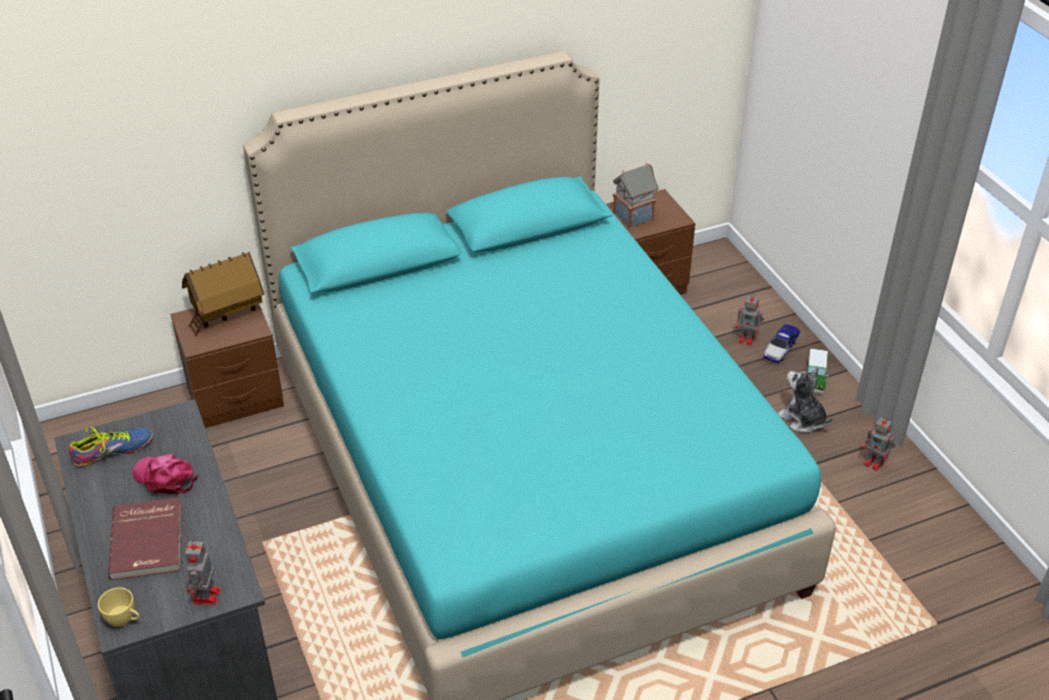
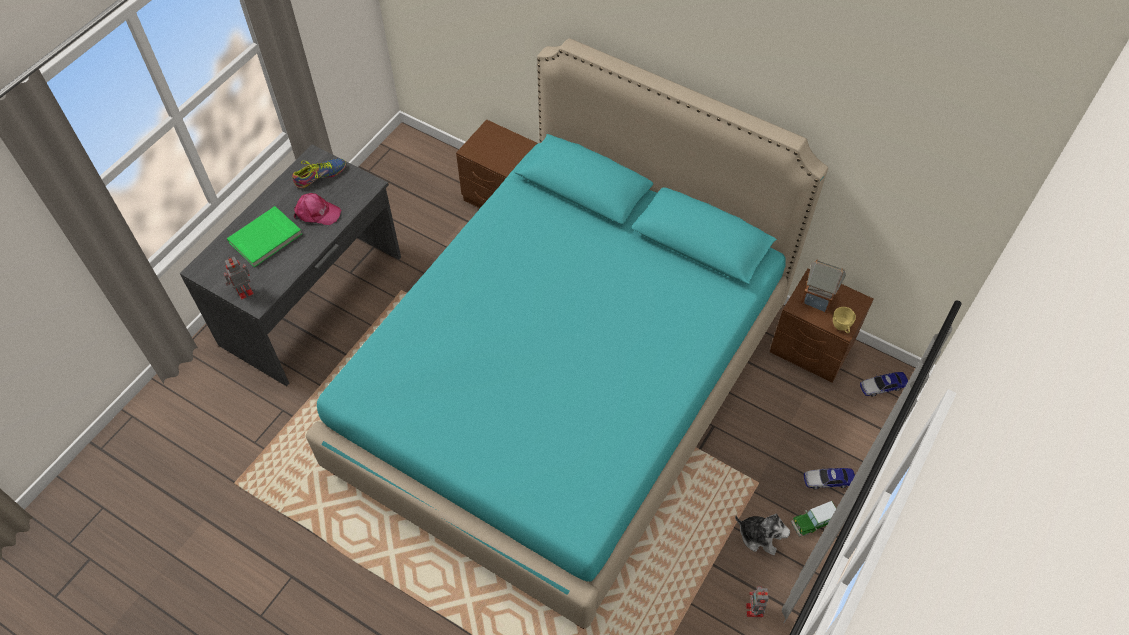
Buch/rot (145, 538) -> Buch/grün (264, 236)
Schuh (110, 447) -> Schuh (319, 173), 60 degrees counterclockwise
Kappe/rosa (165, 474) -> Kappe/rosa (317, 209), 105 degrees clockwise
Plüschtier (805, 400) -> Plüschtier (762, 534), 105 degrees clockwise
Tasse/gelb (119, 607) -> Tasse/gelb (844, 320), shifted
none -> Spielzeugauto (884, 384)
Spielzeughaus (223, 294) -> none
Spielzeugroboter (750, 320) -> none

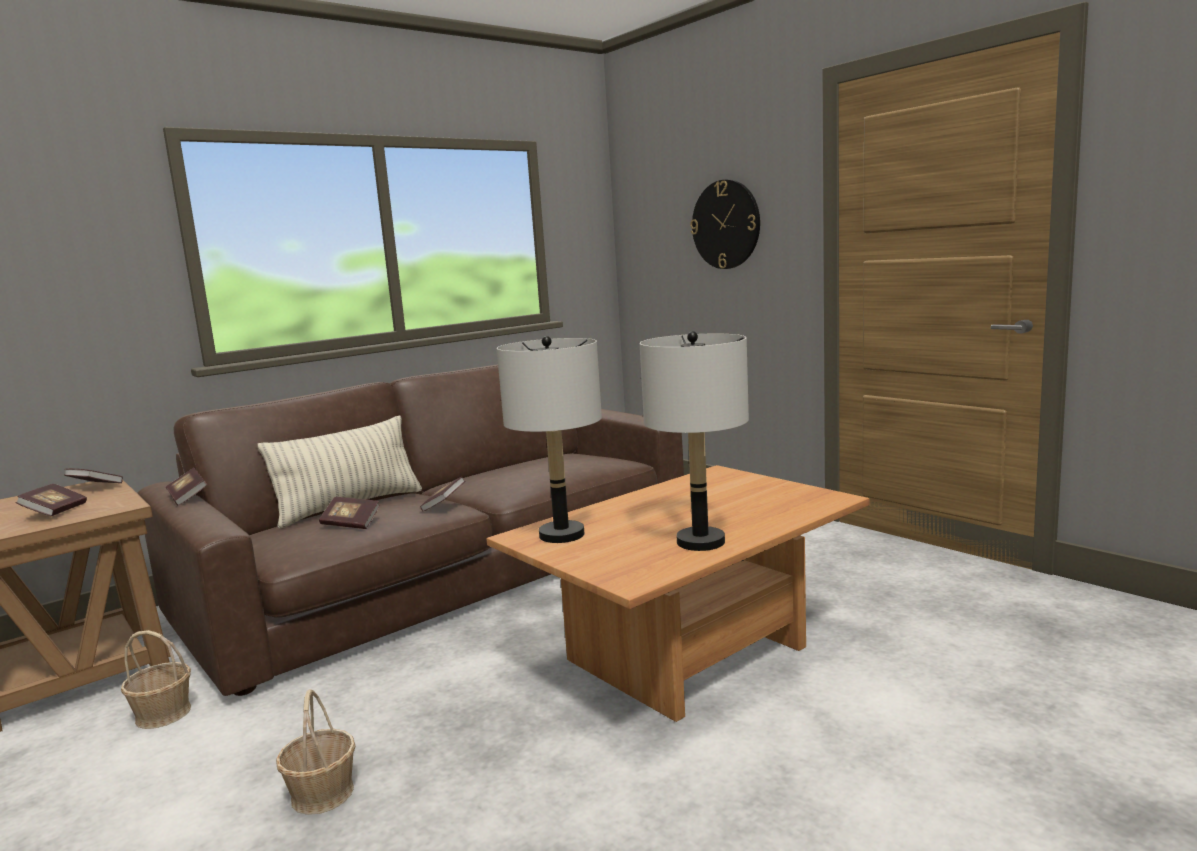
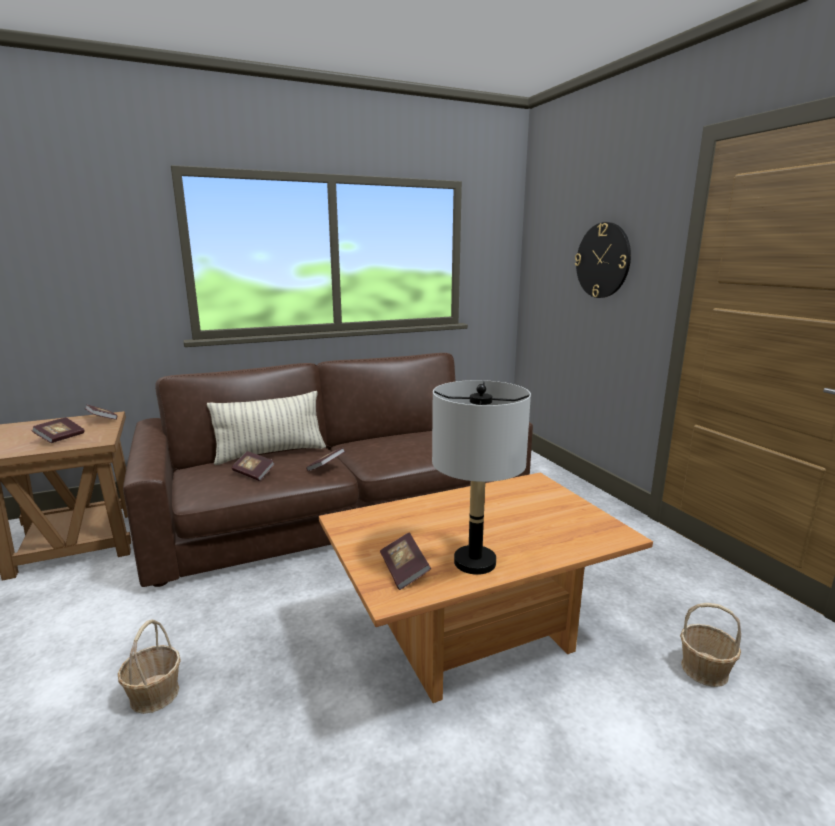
Buch (186, 487) -> Buch (405, 561), shifted
Korb (156, 679) -> Korb (710, 645), shifted
Tischlampe/grau (549, 439) -> none

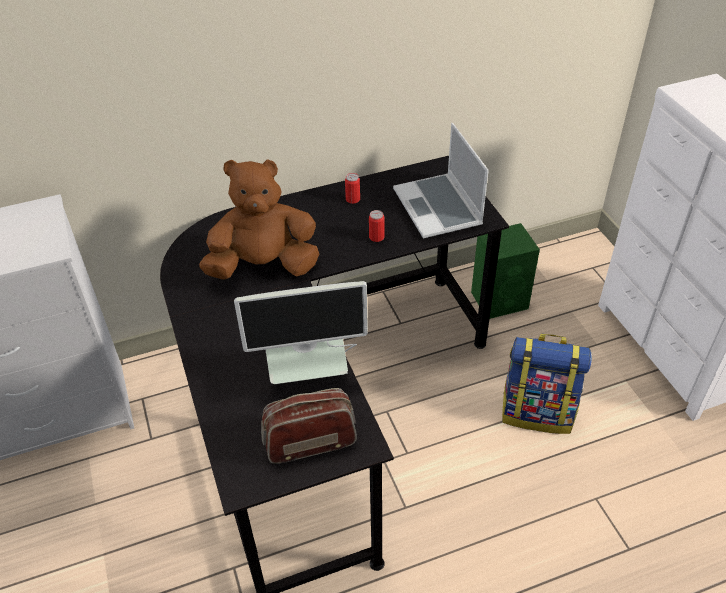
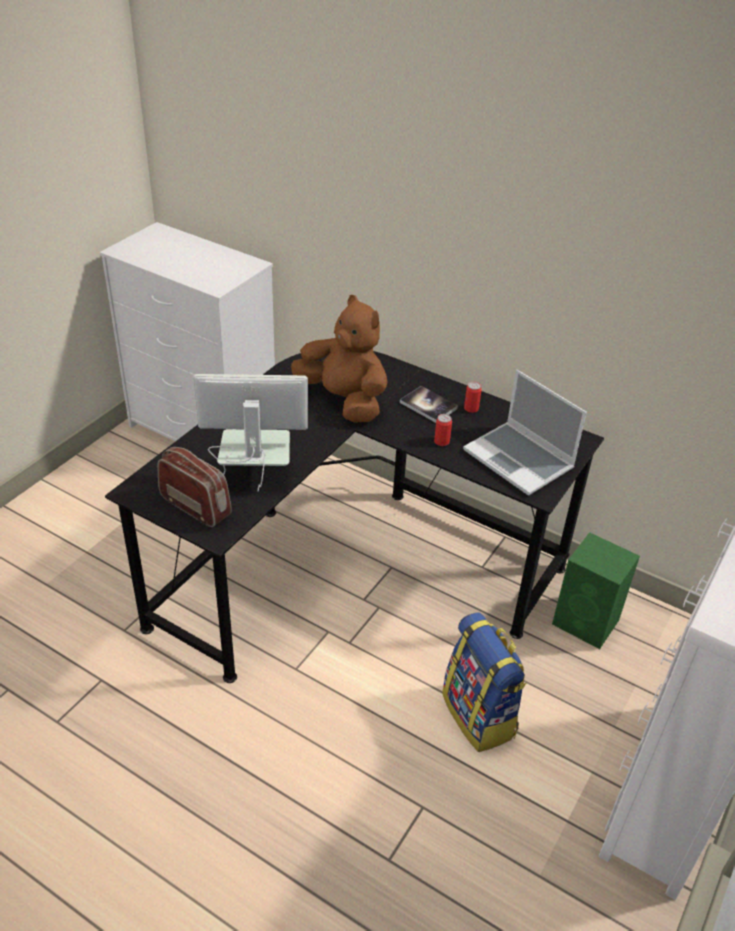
Monitor (301, 332) -> Monitor (250, 432), 135 degrees clockwise
none -> Buch (429, 404)
Laptop (441, 181) -> Laptop (525, 433), 75 degrees counterclockwise

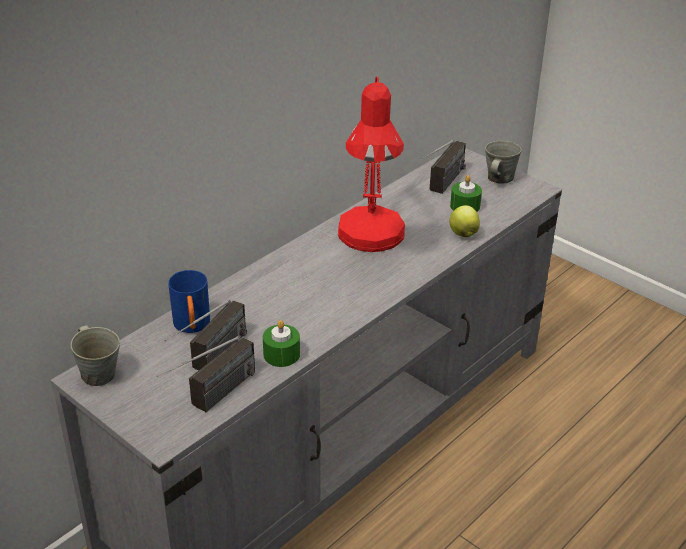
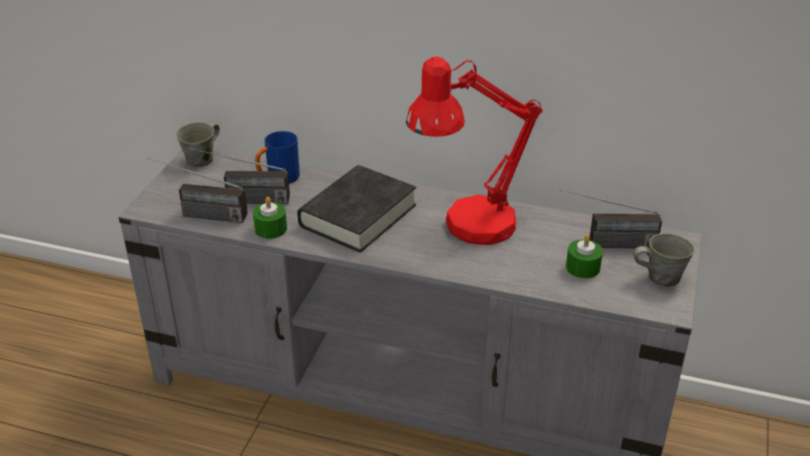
none -> Buch/schwarz (356, 209)
Apfel (464, 221) -> none

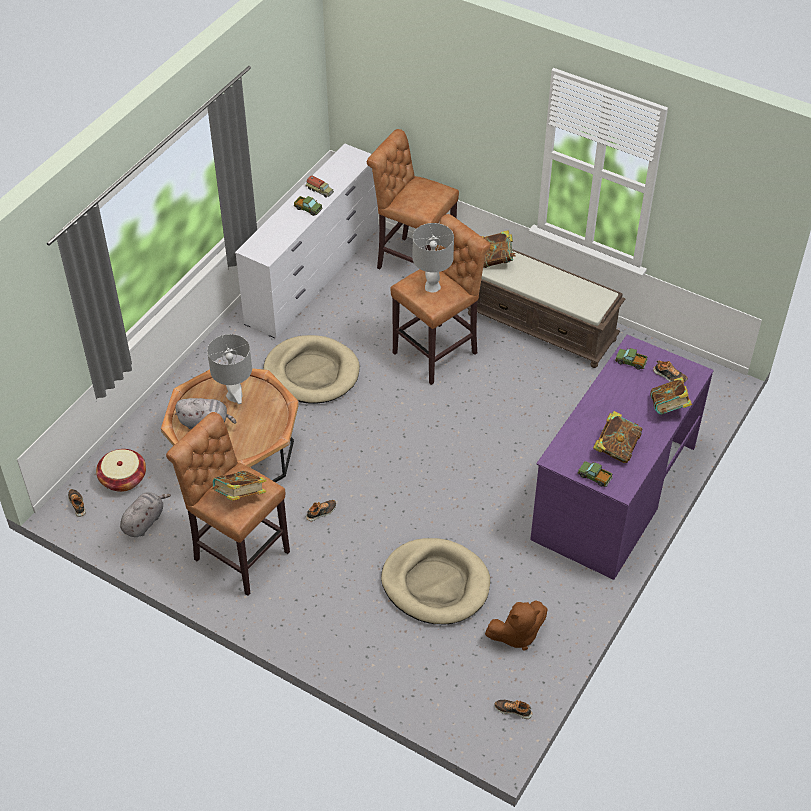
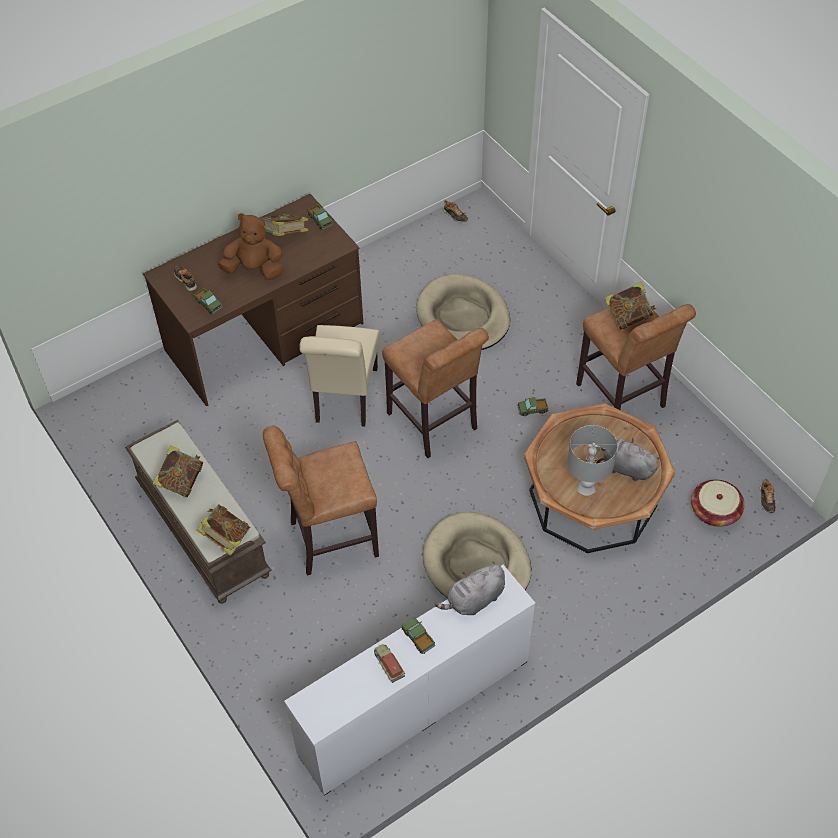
Schreibtisch/lila (622, 457) -> Schreibtisch/braun (253, 300)
Buch (671, 396) -> Buch (177, 471), shifted
Plüschtier/braun (516, 626) -> Plüschtier/braun (251, 246), shifted
none -> Stuhl/beige (339, 376)
Hocker/braun (413, 199) -> Hocker/braun (435, 388), shifted
Plüschtier/grau (145, 514) -> Plüschtier/grau (470, 588), shifted
Schuh (320, 510) -> Spielzeuglaster (533, 406)
Tischlampe/grau (433, 258) -> none

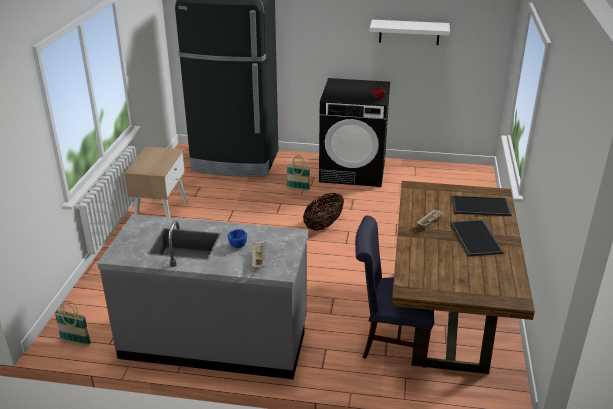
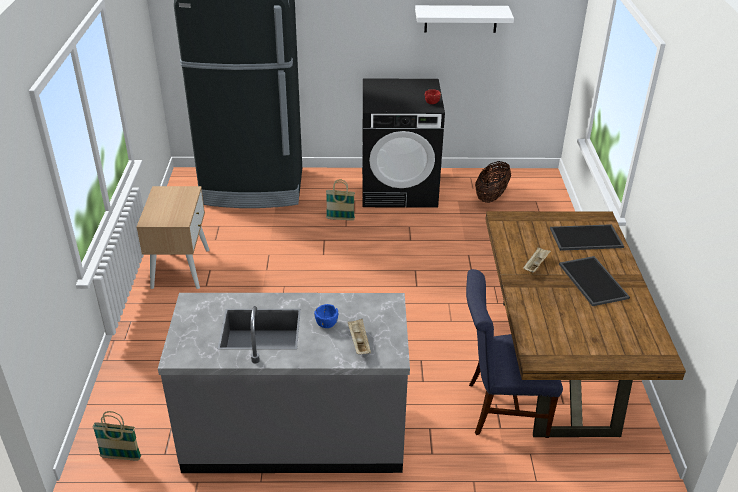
Korb (323, 212) -> Korb (493, 182), shifted

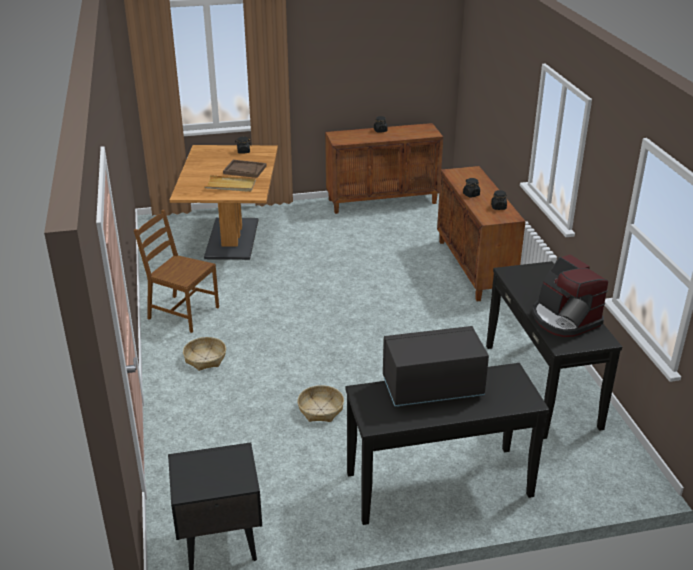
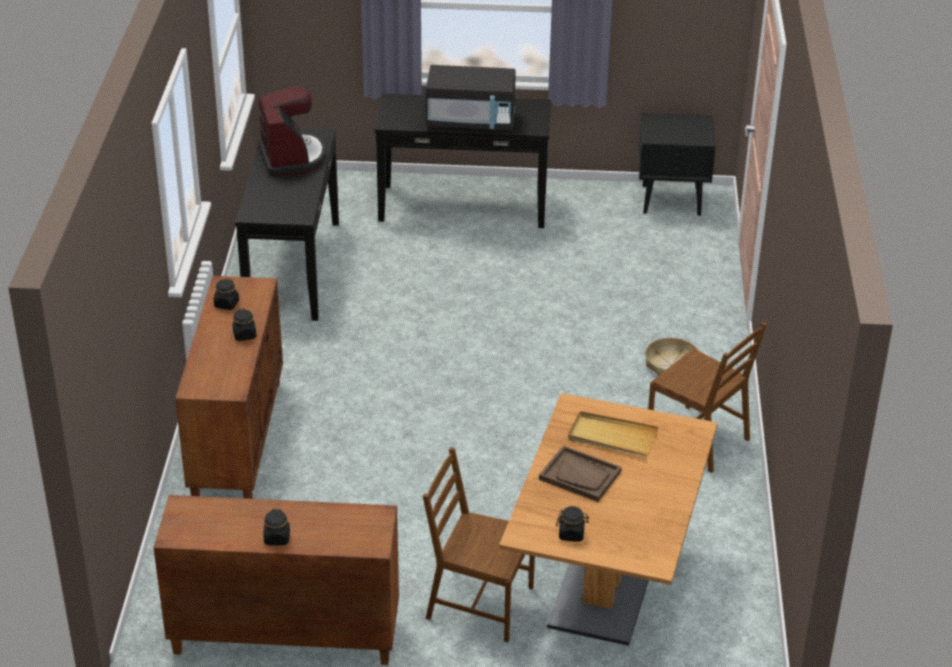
none -> Stuhl/braun (479, 544)
Korb (321, 403) -> none

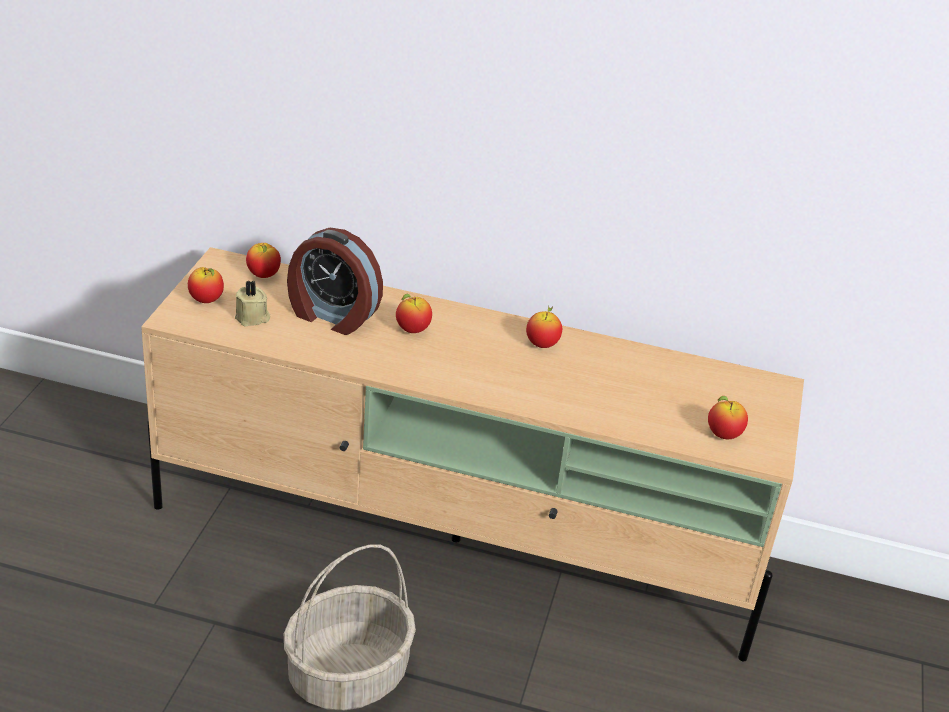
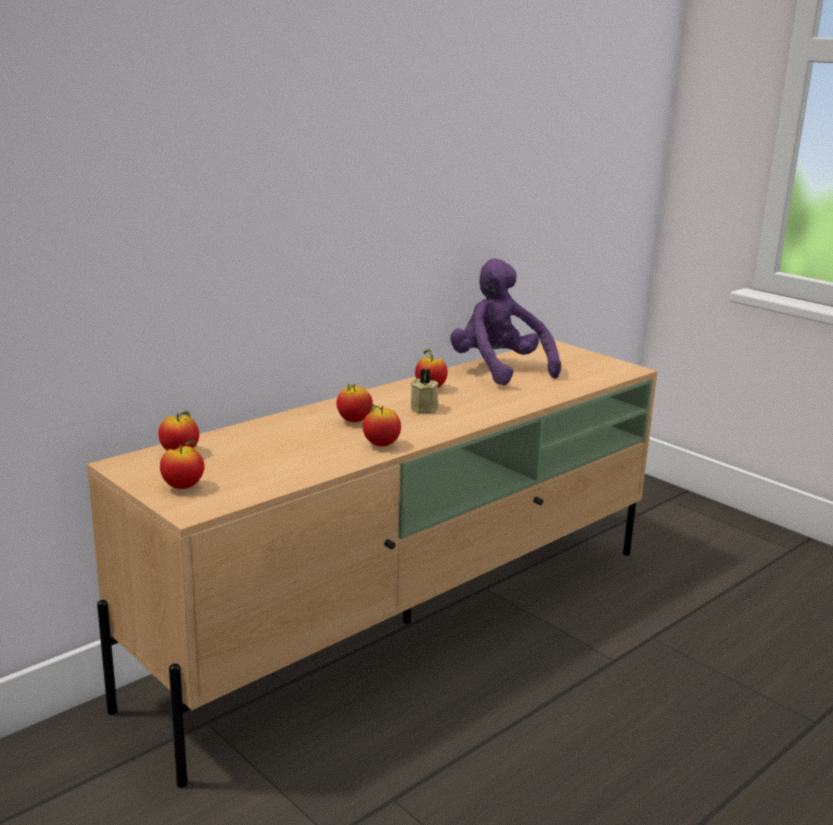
Apfel (728, 417) -> Apfel (382, 425), shifted
Kerze/beige (252, 303) -> Kerze/beige (424, 391), shifted
none -> Plüschtier/lila (505, 322)
Korb (350, 627) -> none
Wecker (335, 281) -> none

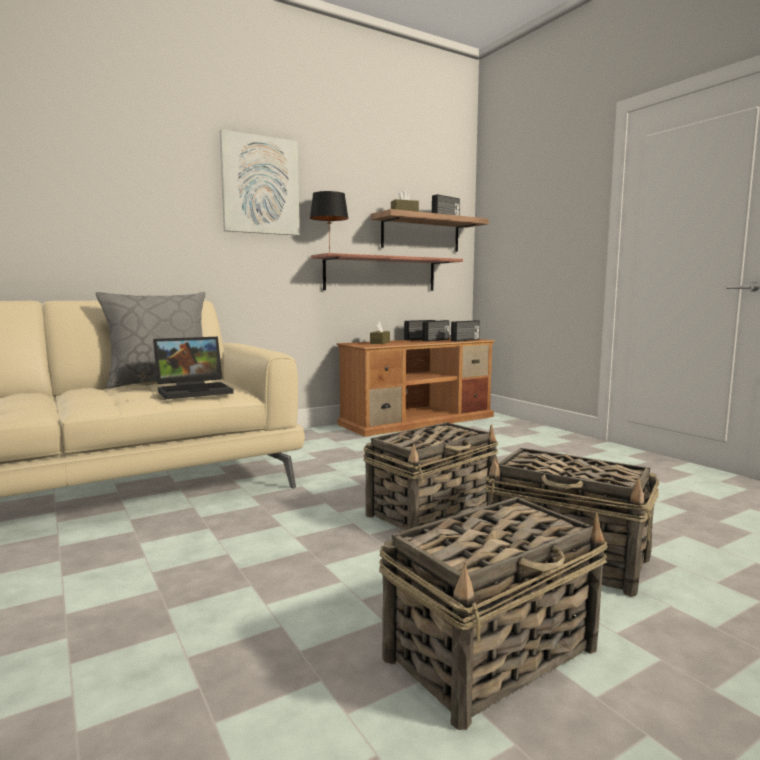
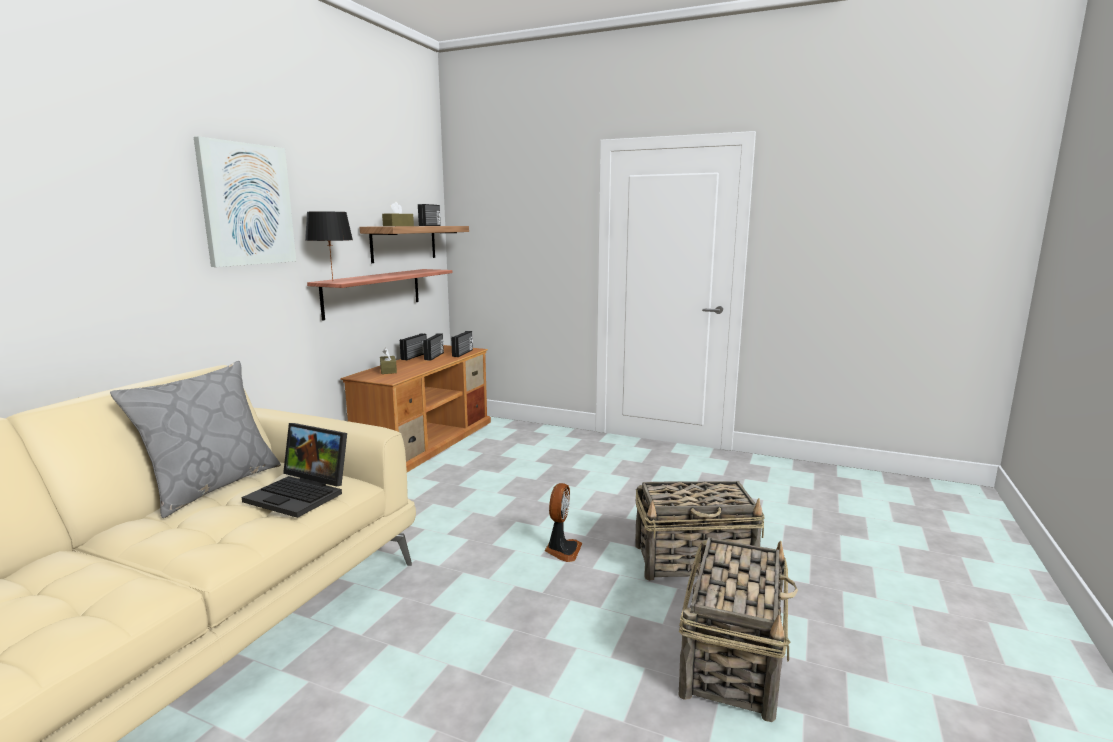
Laptop (193, 368) -> Laptop (294, 470), 90 degrees clockwise
Korb (430, 476) -> Ventilator (563, 522)

